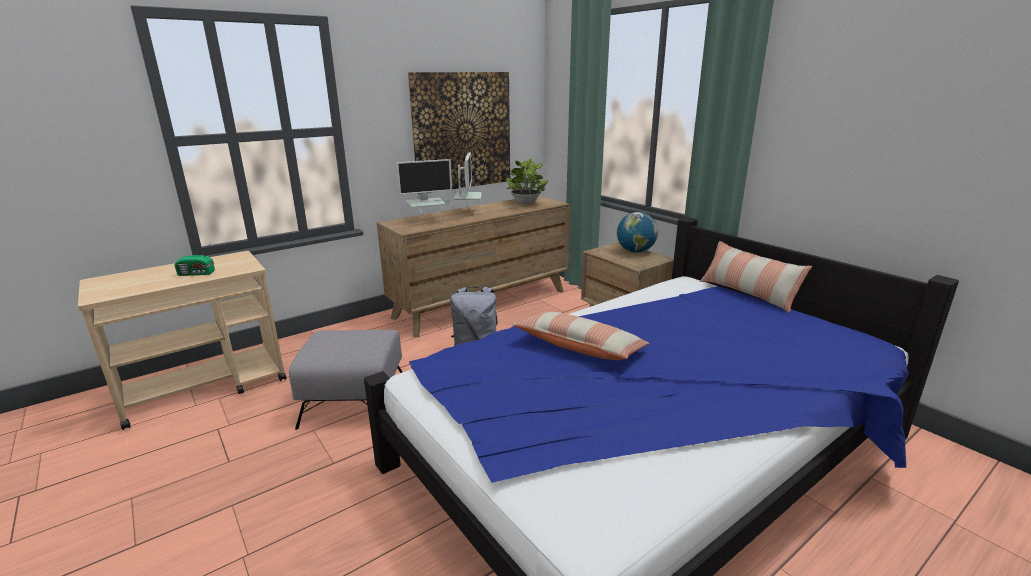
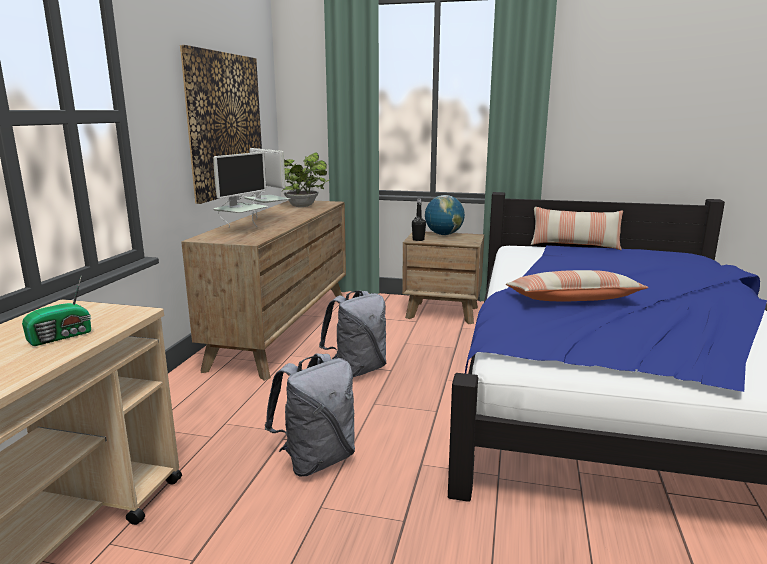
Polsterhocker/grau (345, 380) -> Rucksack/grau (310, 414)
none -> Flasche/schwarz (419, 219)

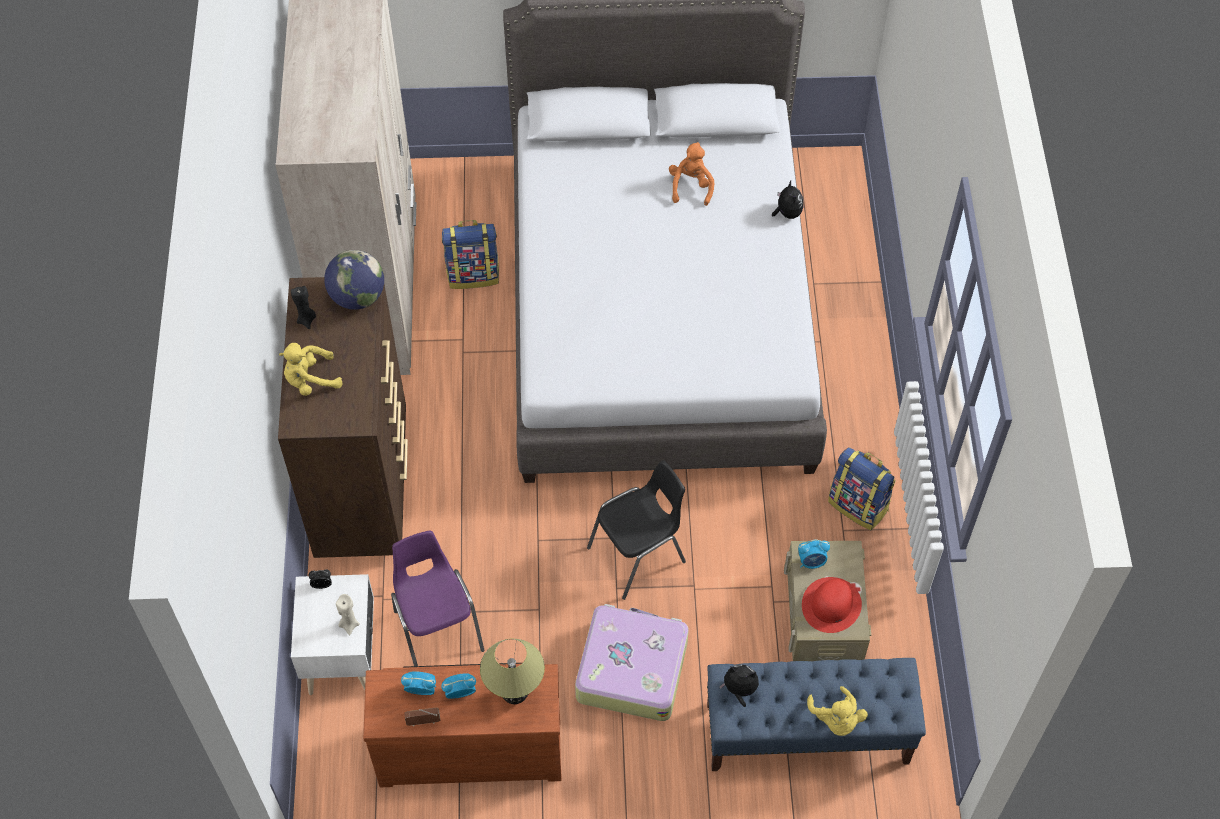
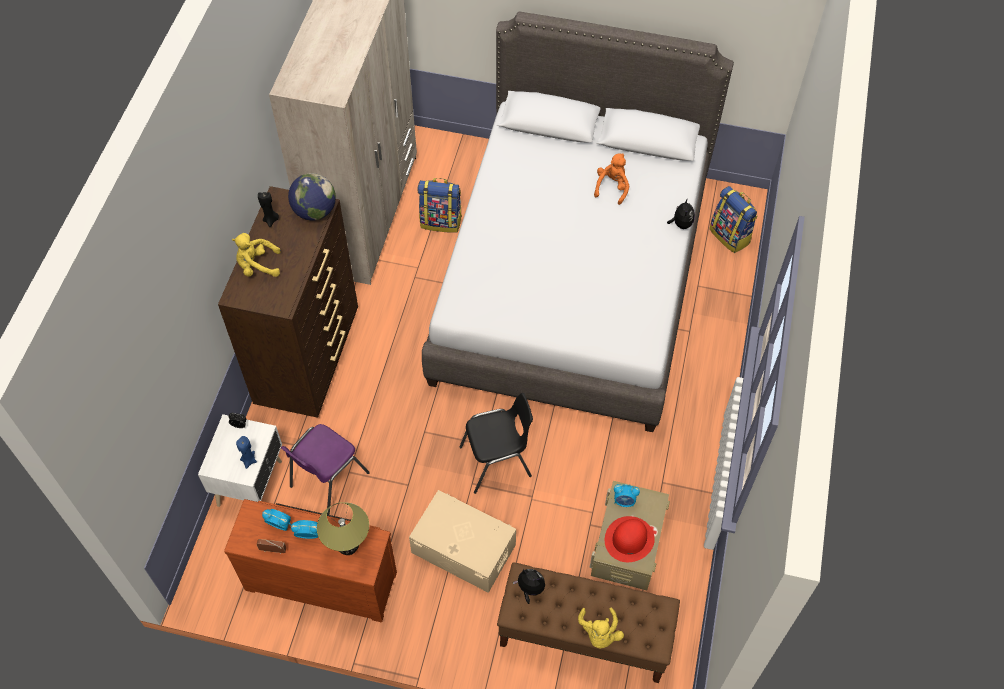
Kerze/beige (348, 614) -> Kerze/blau (246, 452)
Stuhl/lila (437, 598) -> Stuhl/lila (325, 469), 135 degrees counterclockwise
Koffer (632, 662) -> Aufbewahrungsbox/beige (462, 541)
Bank/blau (816, 714) -> Bank/braun (588, 622)
Rucksack (862, 489) -> Rucksack (734, 219), shifted

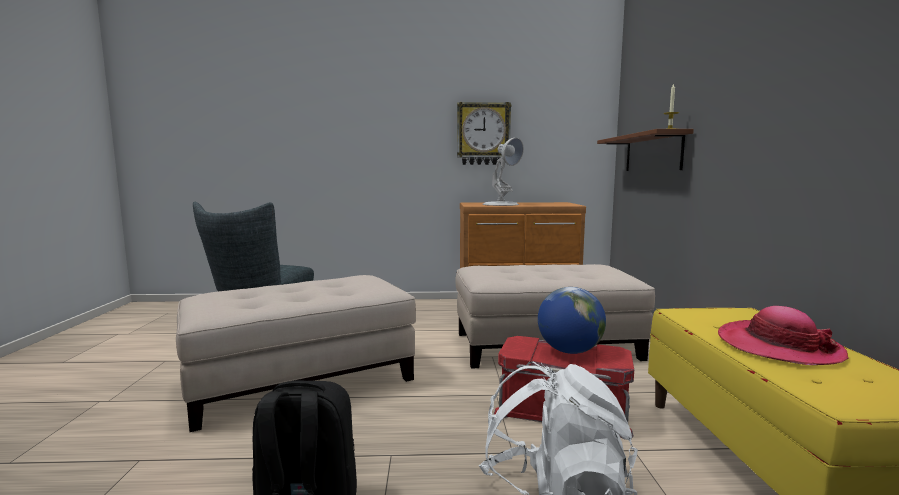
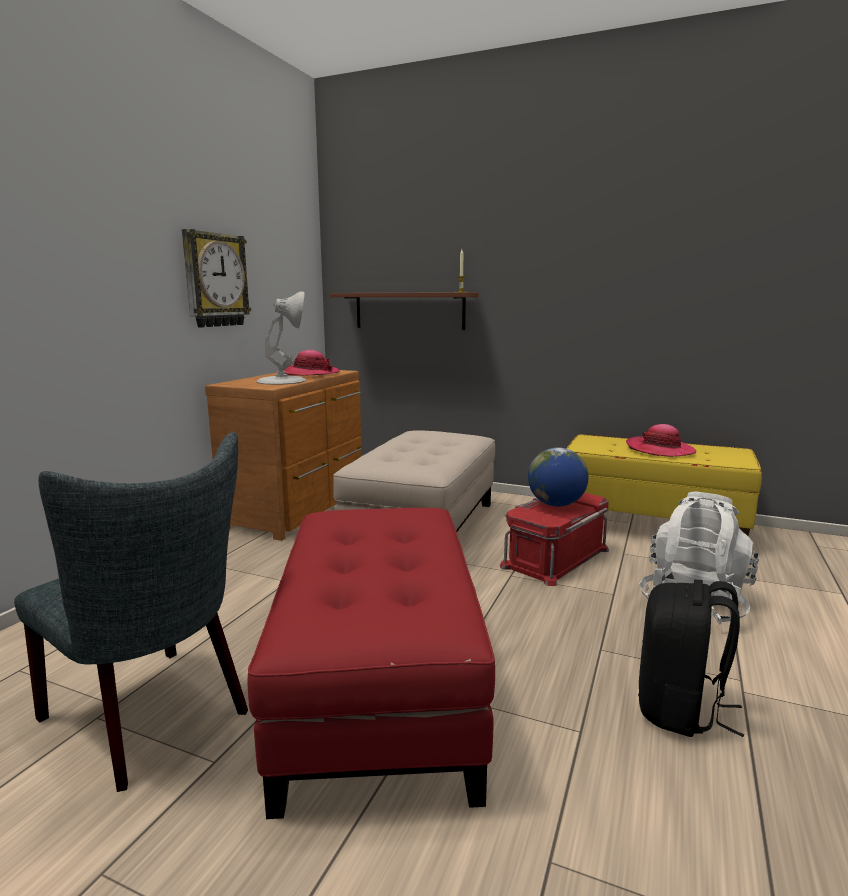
Polsterhocker/beige (296, 353) -> Polsterhocker/rot (371, 663)
none -> Hut (309, 363)

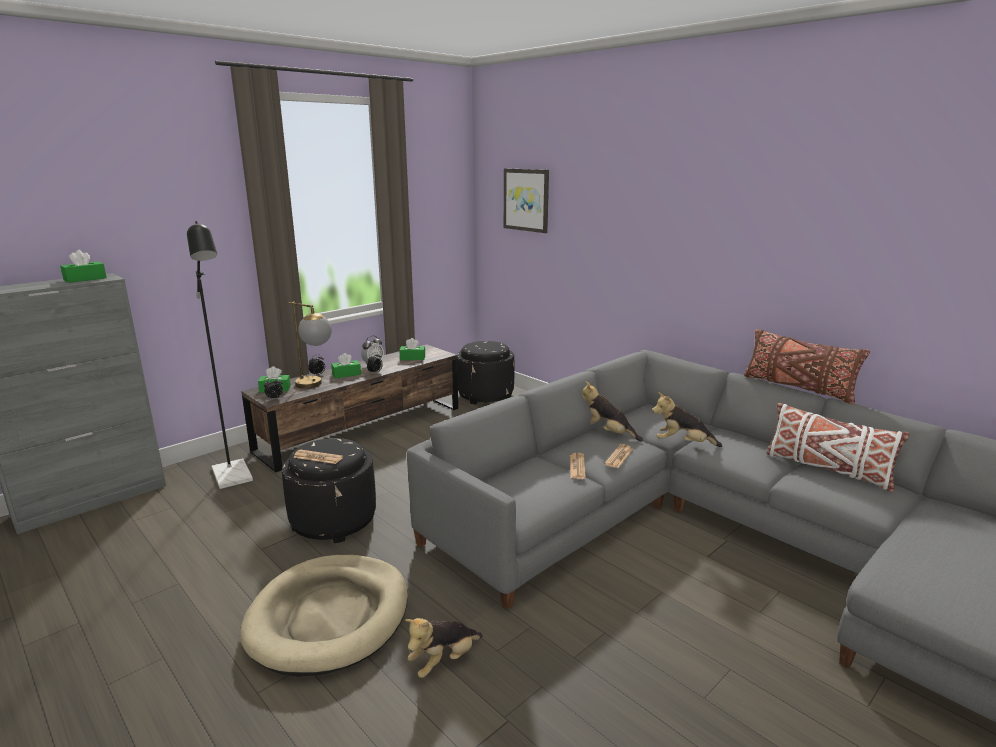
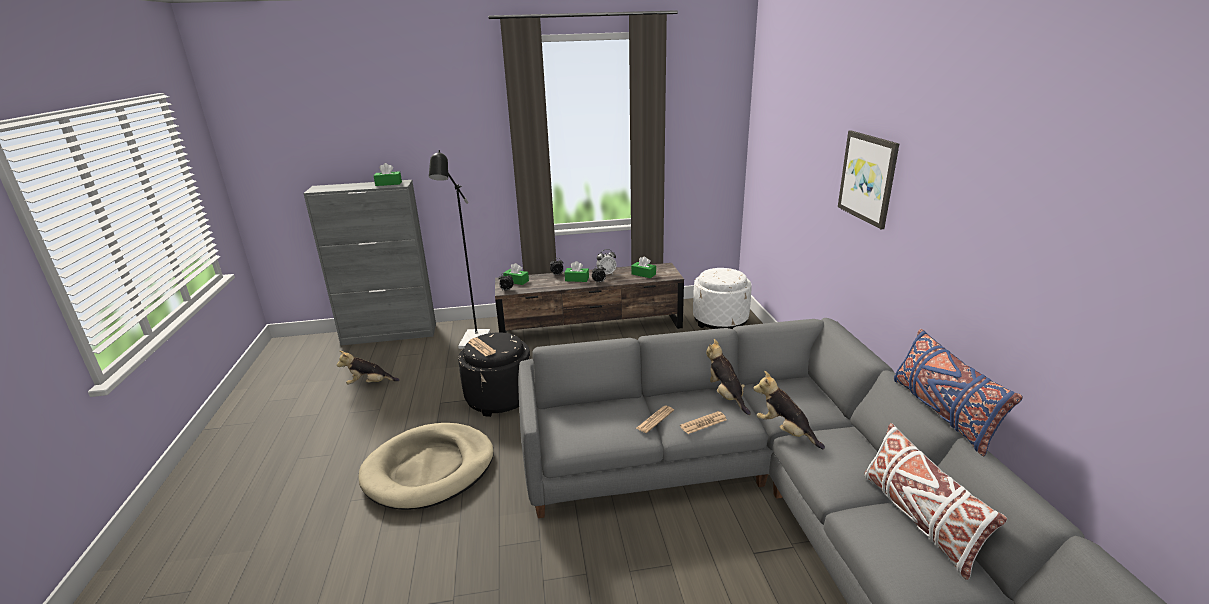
Plüschtier (444, 648) -> Plüschtier (368, 367), shifted
Polsterhocker/schwarz (486, 373) -> Polsterhocker/weiß (722, 298)
Bild (526, 200) -> Bild (868, 179), shifted
Kissen/braun (807, 367) -> Kissen/blau (958, 392)
Tischlampe (310, 345) -> none

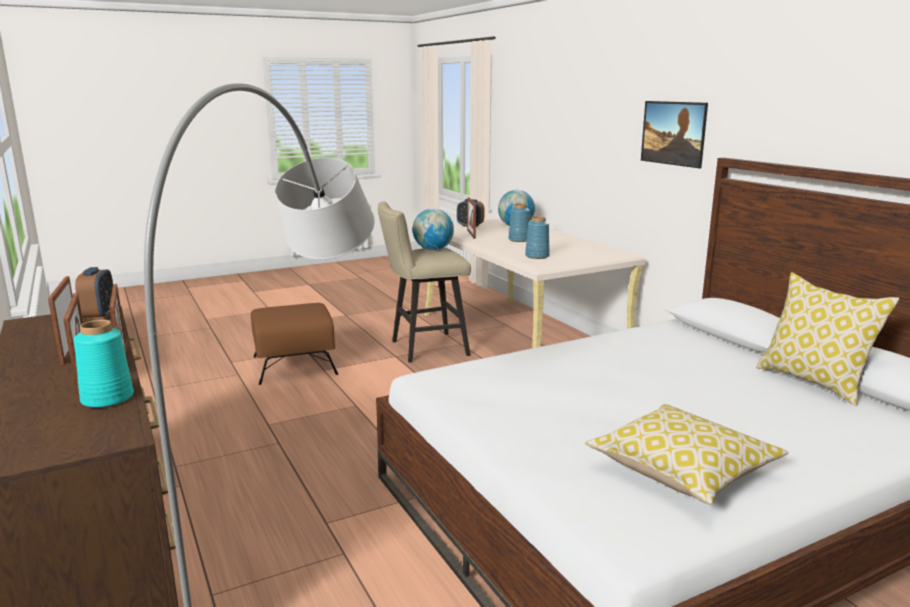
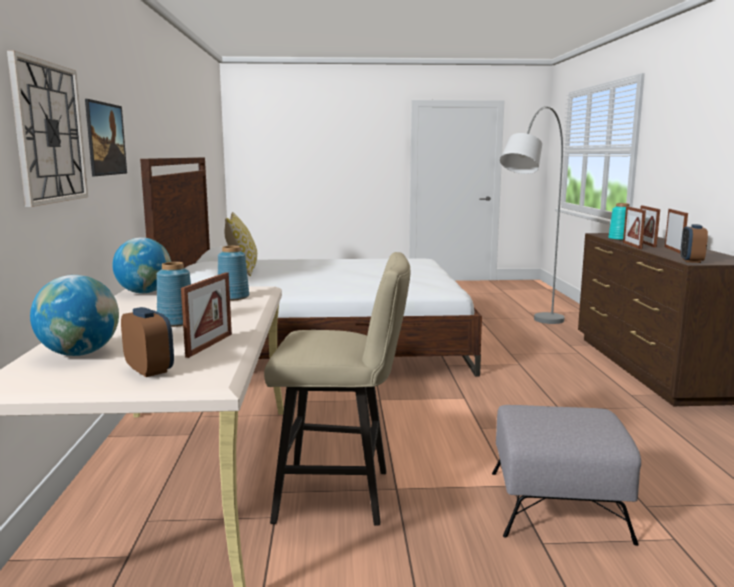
none -> Wanduhr (47, 128)
Globus (433, 229) -> Globus (141, 265), shifted
Polsterhocker/braun (294, 344) -> Polsterhocker/grau (566, 475)
Kissen (686, 454) -> none

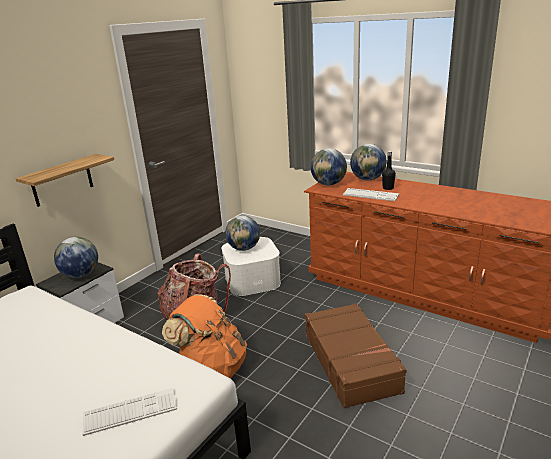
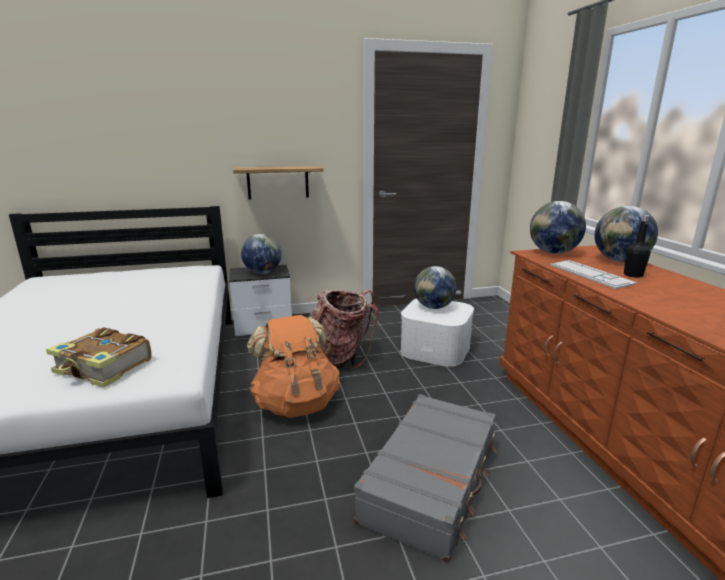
Tastatur (130, 412) -> Buch (99, 357)
Koffer/braun (356, 356) -> Koffer/grau (425, 478)

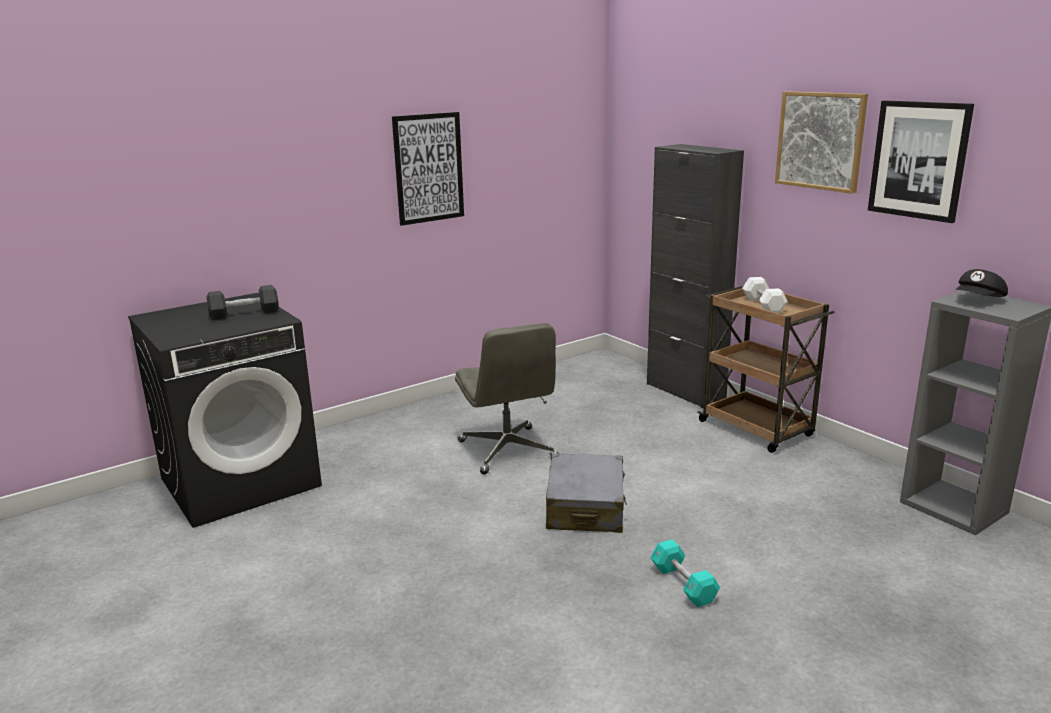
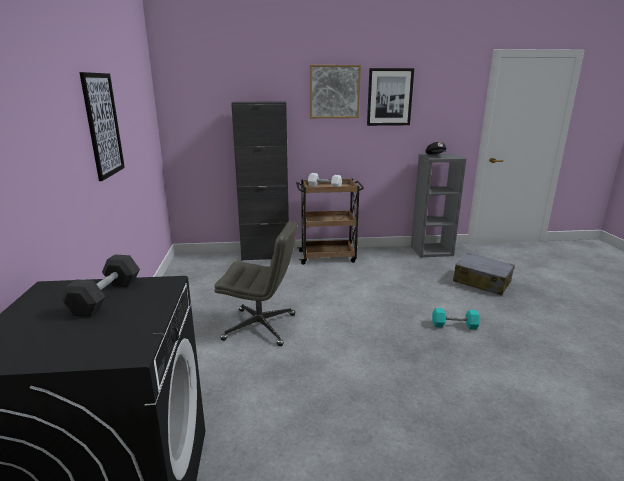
Koffer/grau (586, 493) -> Koffer/grau (484, 274), shifted

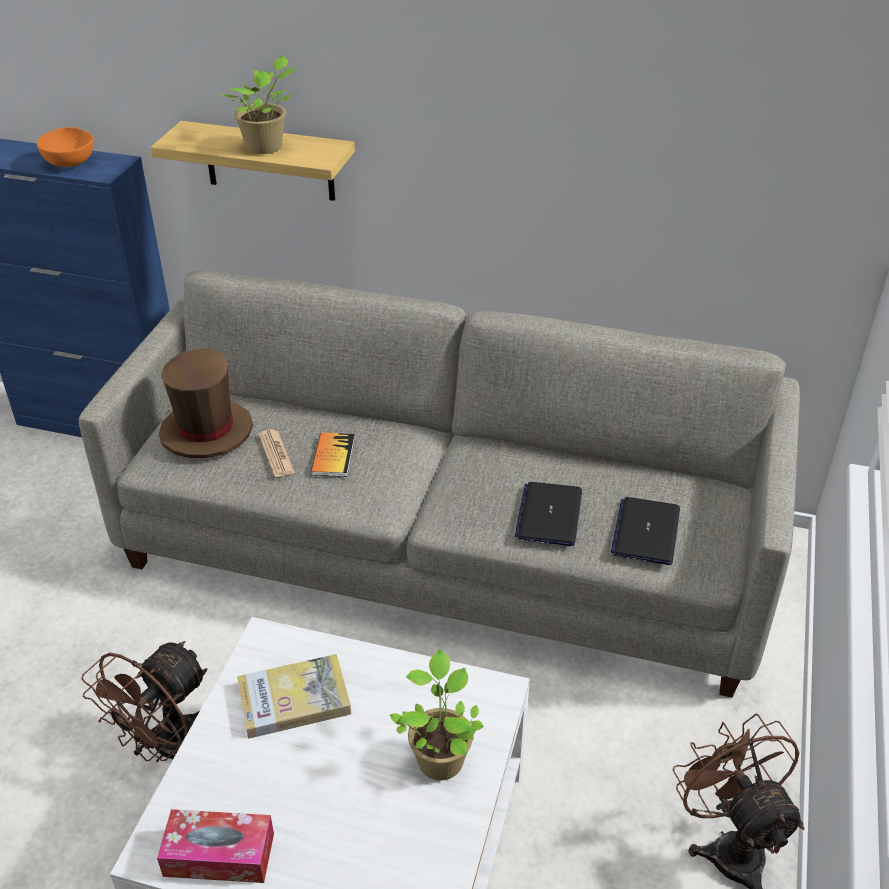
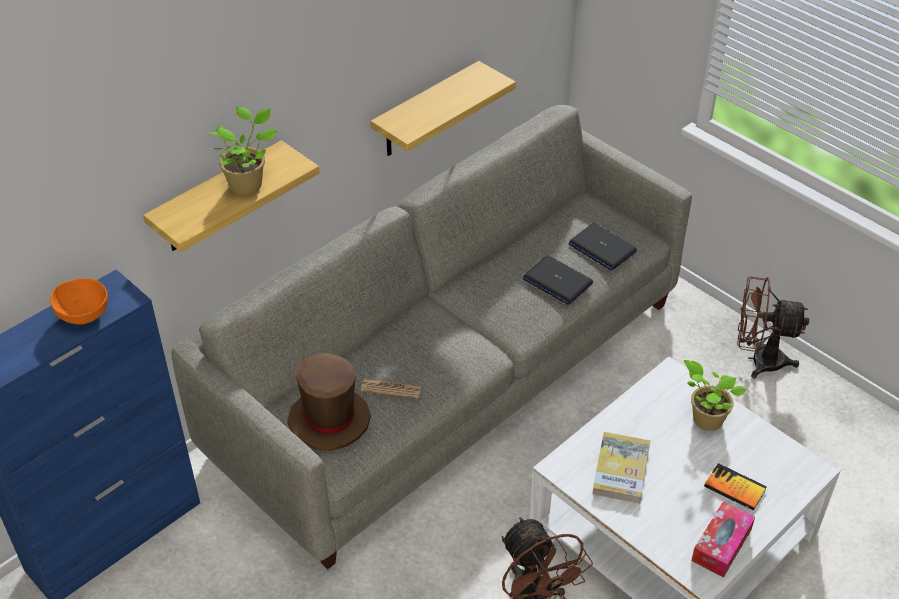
none -> Wandregal (443, 108)
Buch (332, 455) -> Buch (735, 487), shifted

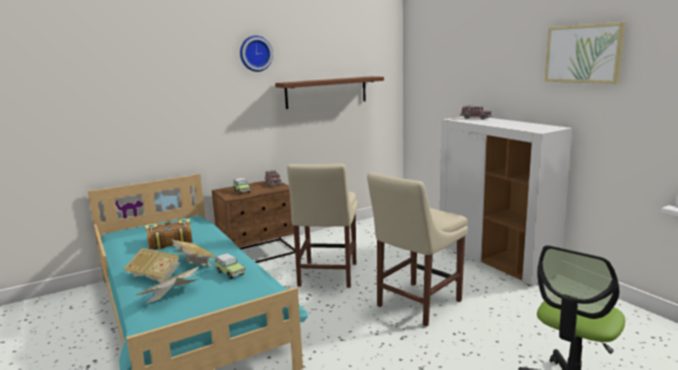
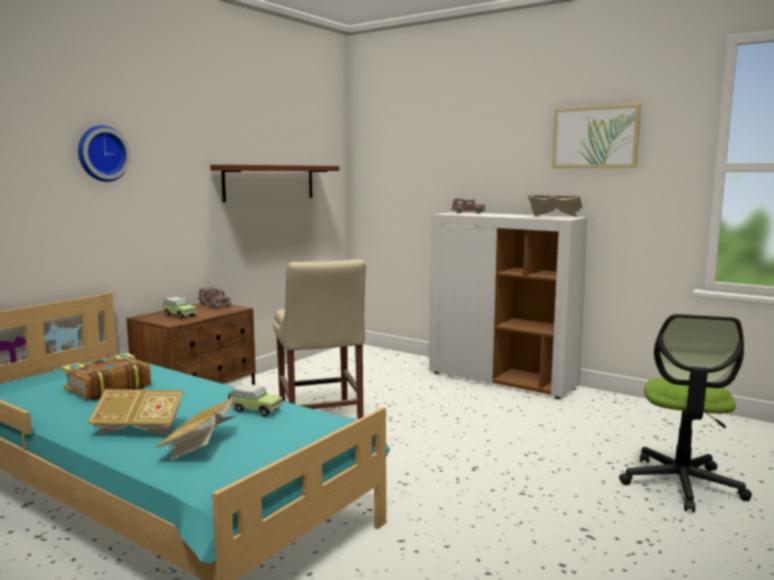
Wanduhr (256, 54) -> Wanduhr (104, 153), shifted
Buch (193, 252) -> Buch (555, 206), shifted
Stuhl/beige (417, 250) -> none

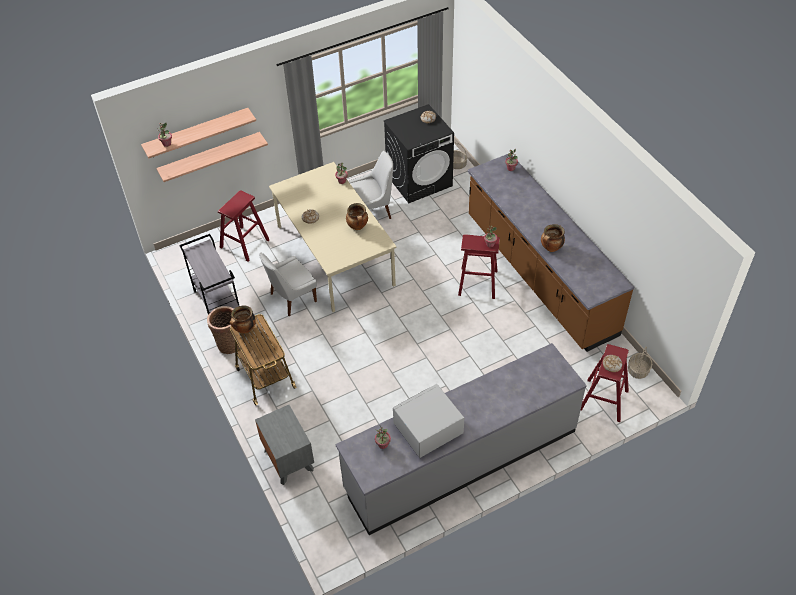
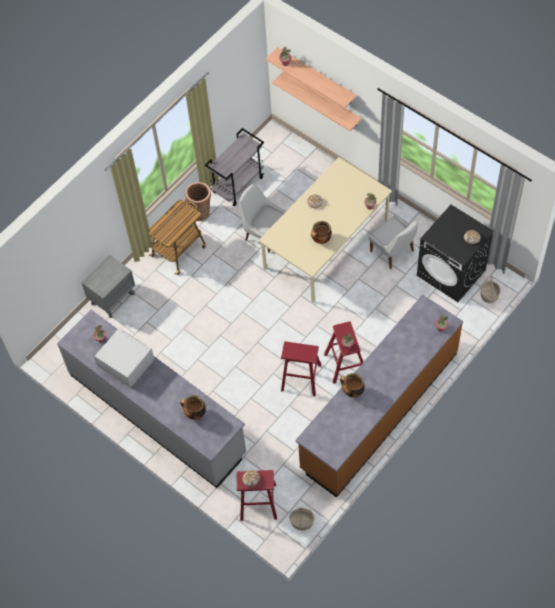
Kochtopf (243, 319) -> Kochtopf (193, 407), shifted
Hocker/rot (244, 226) -> Hocker/rot (301, 368), shifted

